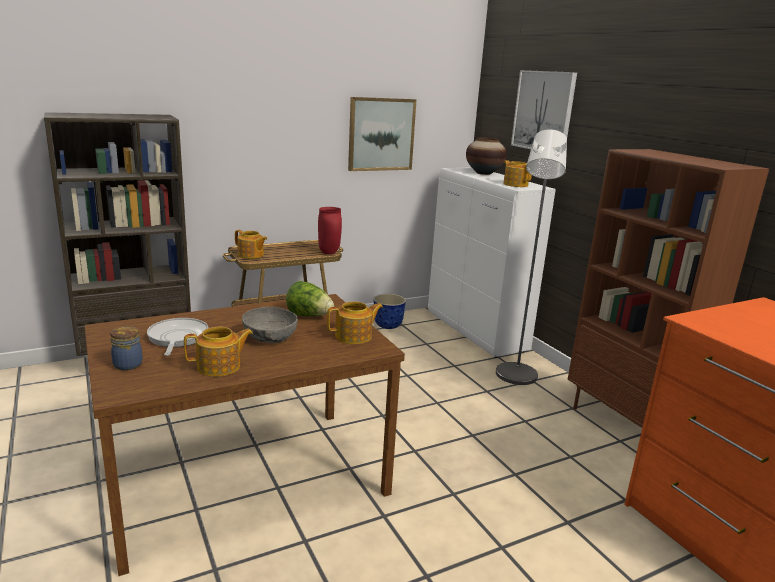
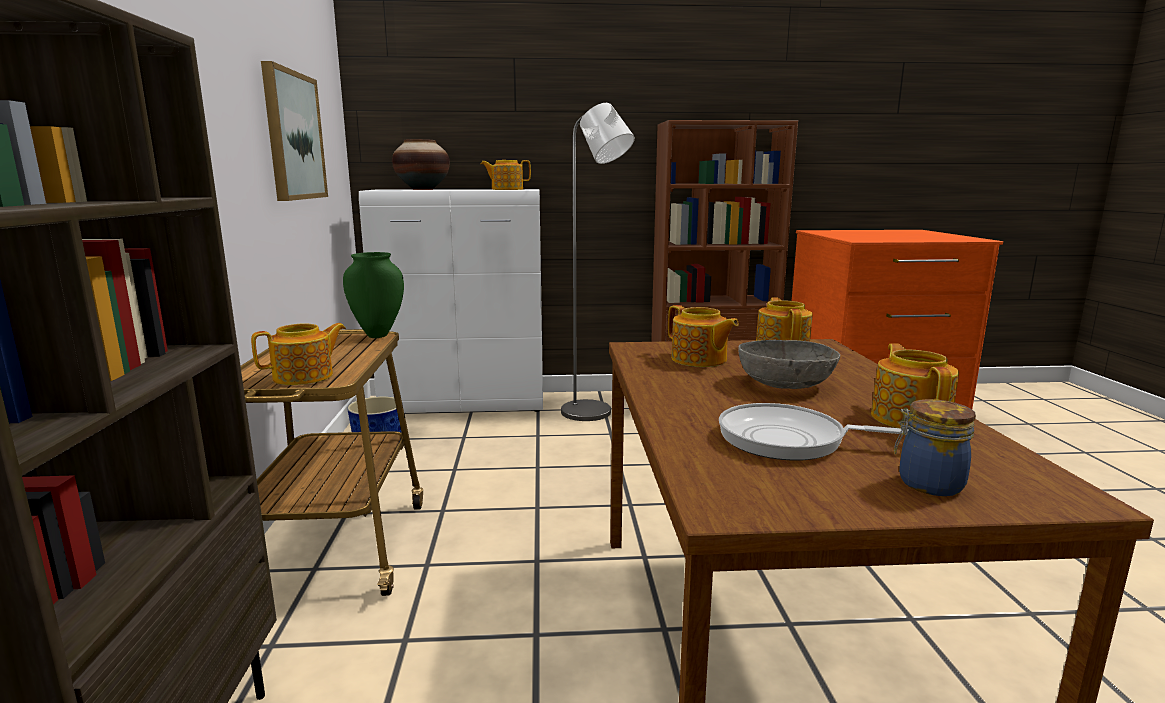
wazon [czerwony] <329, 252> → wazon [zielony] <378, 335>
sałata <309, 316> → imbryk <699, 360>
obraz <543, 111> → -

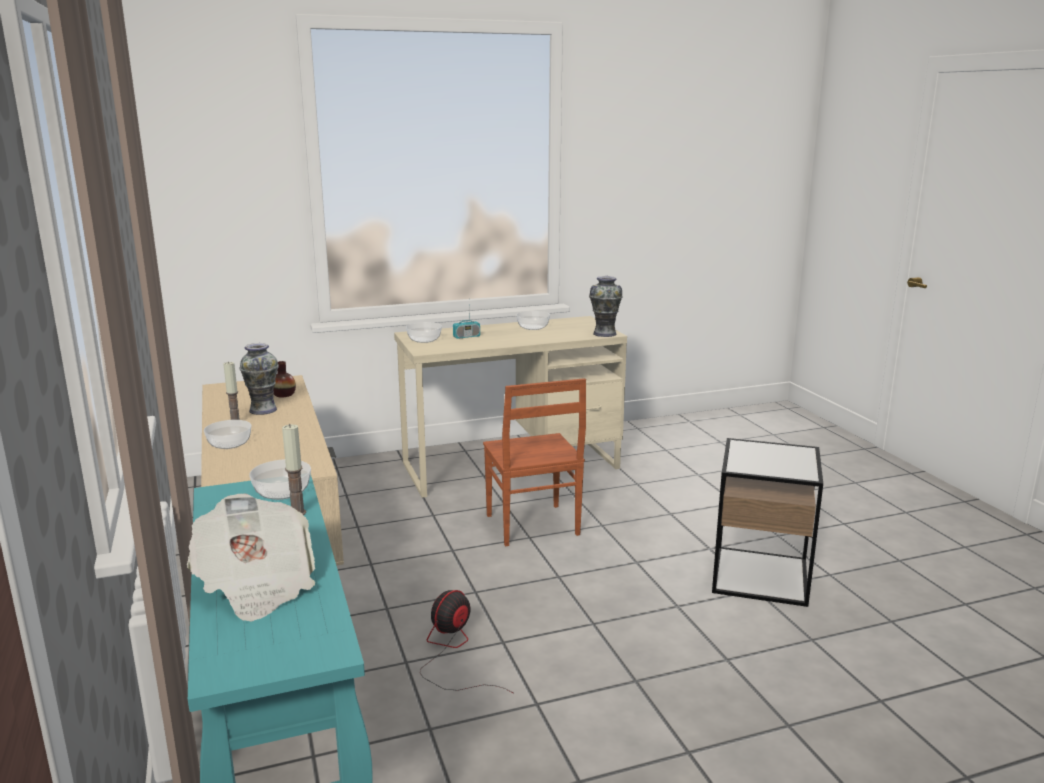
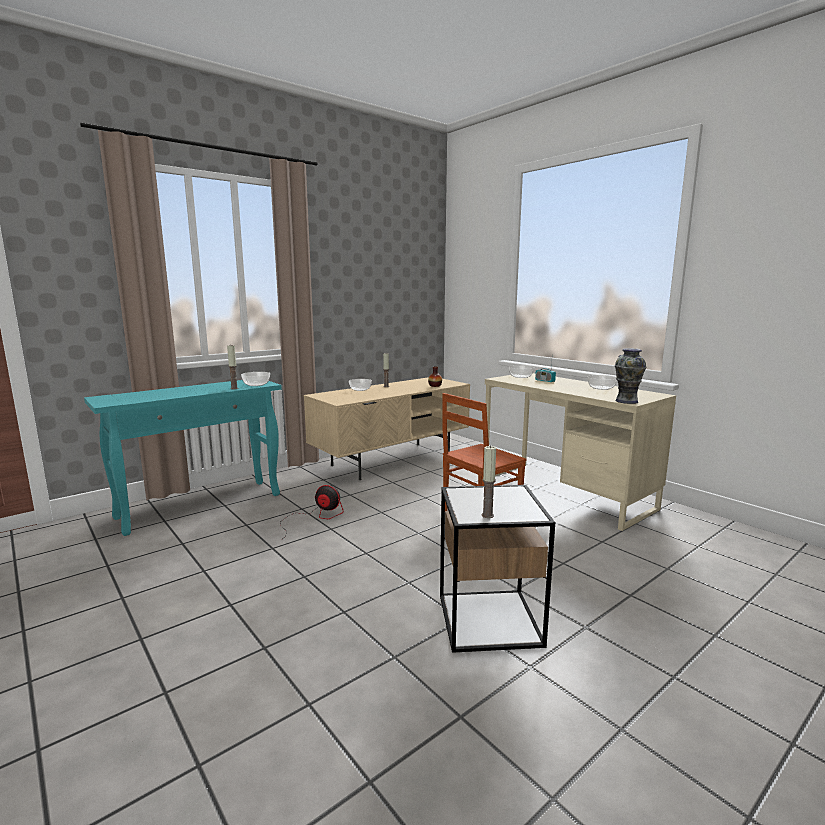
- → świeca <487, 515>
gazeta <256, 585> → -
wazon <262, 410> → -

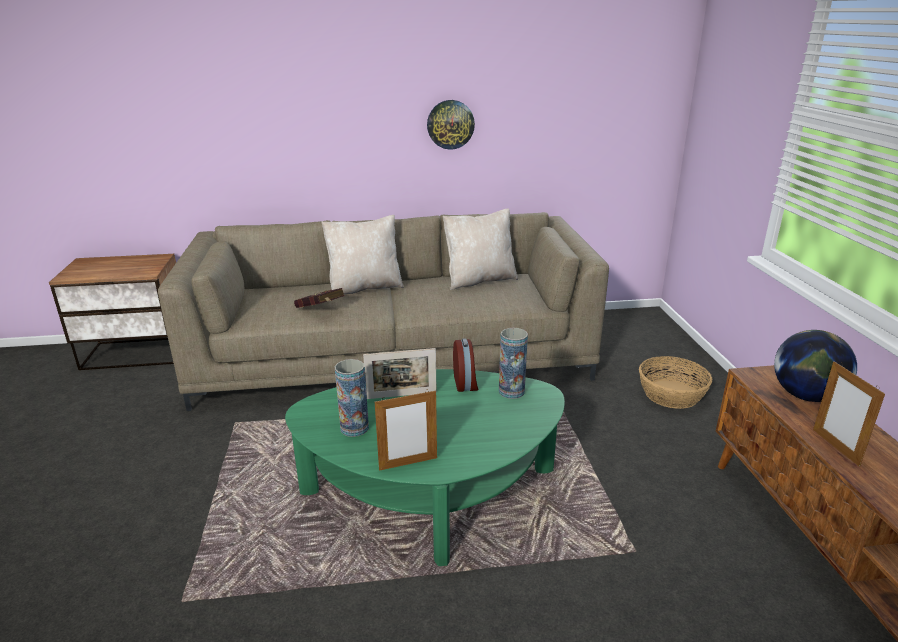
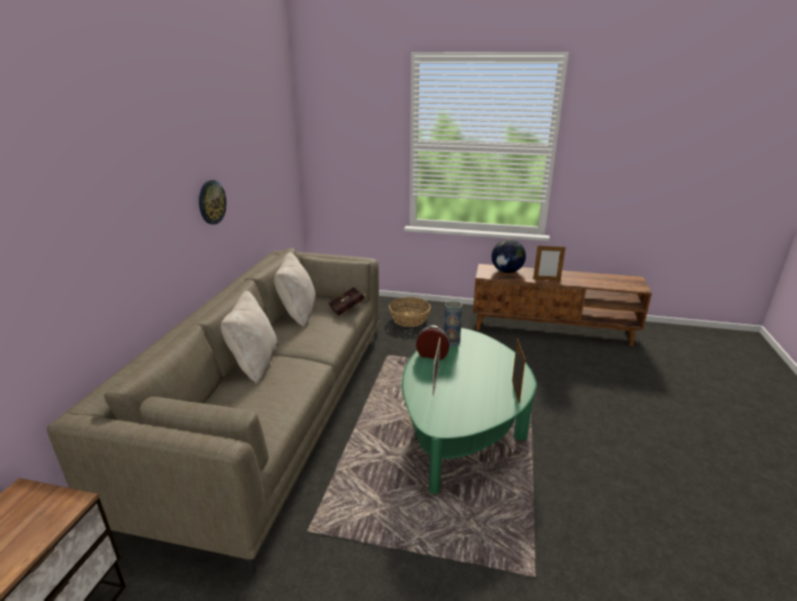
książka [czerwony] <321, 310> → książka [czerwony] <348, 309>, move
wazon <354, 428> → -

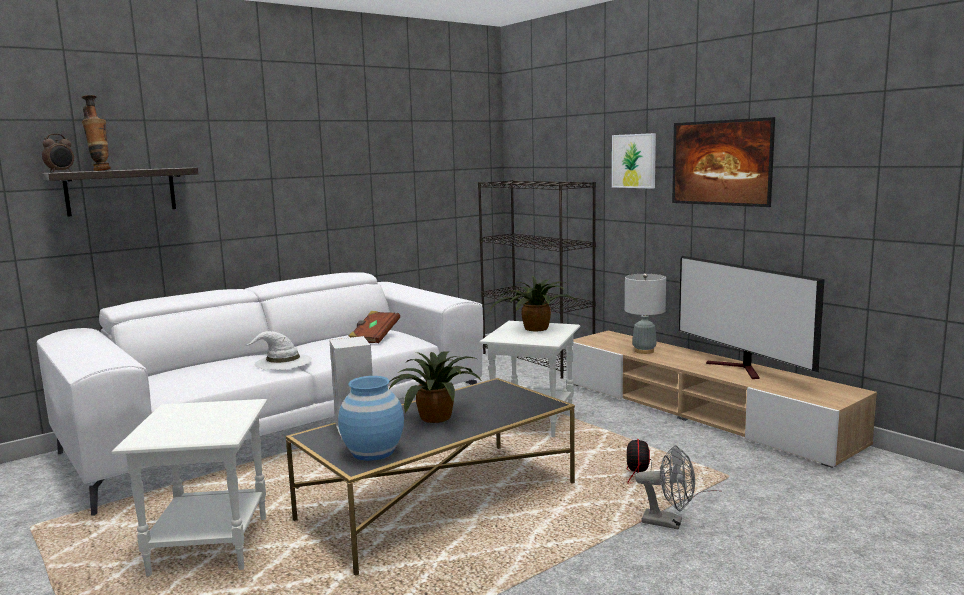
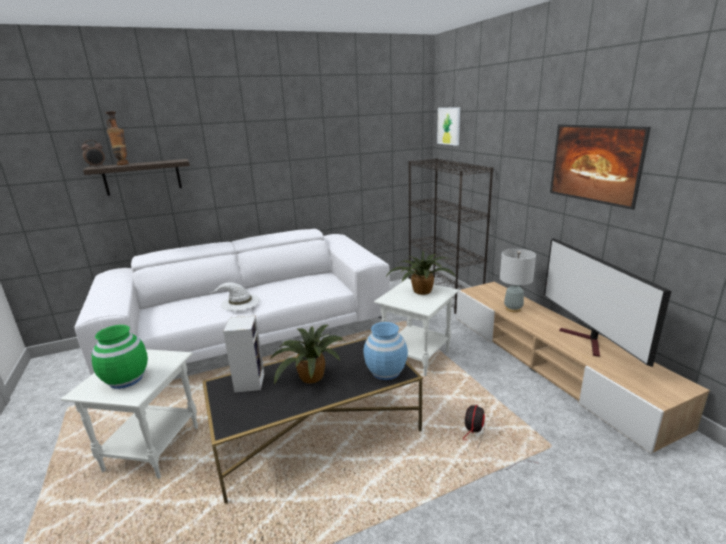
- → wazon [zielony] <126, 379>
wazon [niebieski] <373, 452> → wazon [niebieski] <386, 372>, move
obraz <634, 161> → obraz <449, 126>, move
książka [brązowy] <374, 337> → -
wentylator [szary] <668, 522> → -

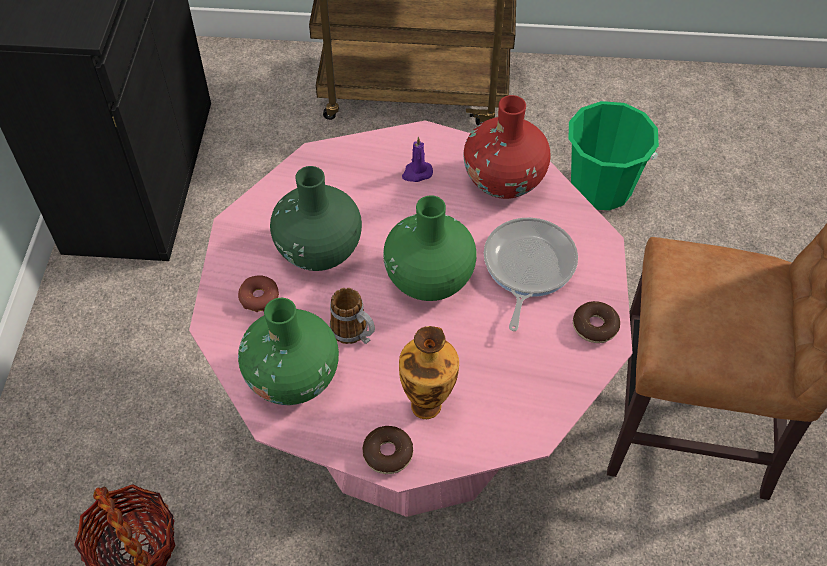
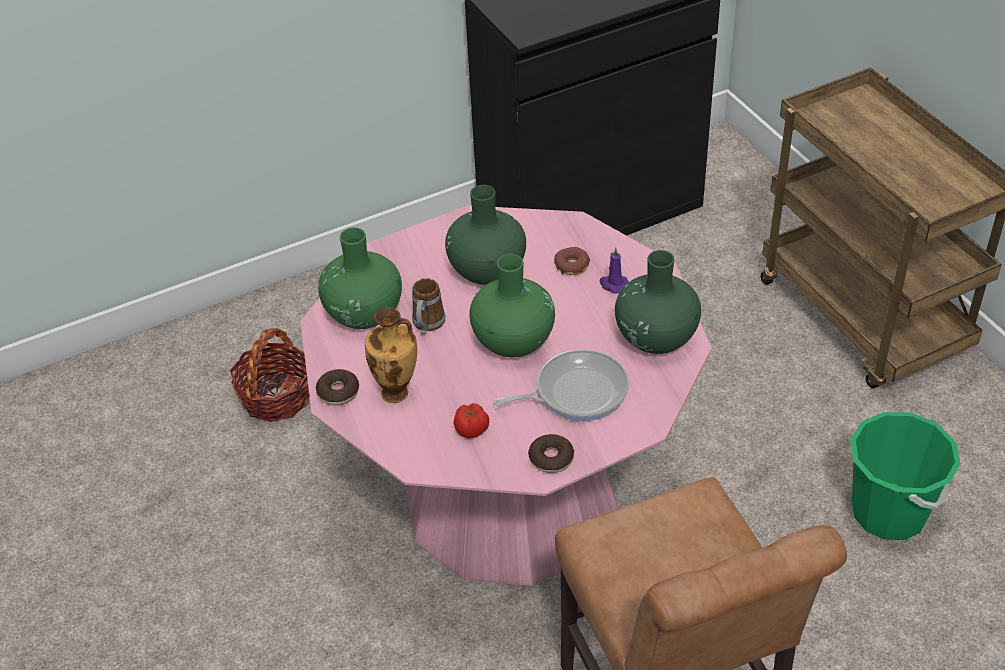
- → pomidor <472, 430>
donut <259, 297> → donut <572, 265>, move
wazon [czerwony] <504, 180> → wazon [zielony] <656, 337>

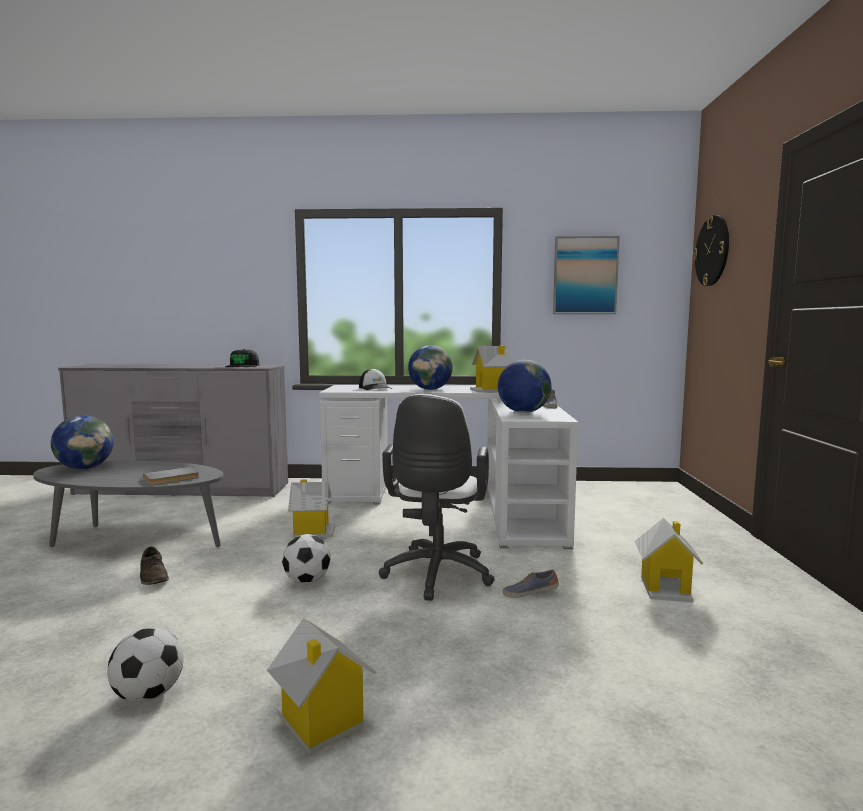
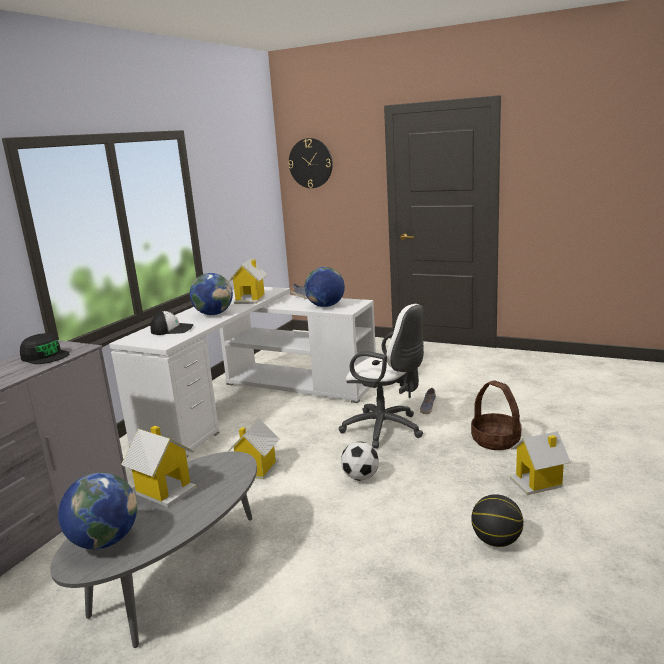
domek <666, 588> → domek <165, 490>, move
- → koszyk <496, 440>
piłka futbolowa <148, 695> → piłka do koszykówki <496, 541>
but [brązowy] <154, 576> → -
książka [szary] <172, 478> → -
obraz <585, 275> → -

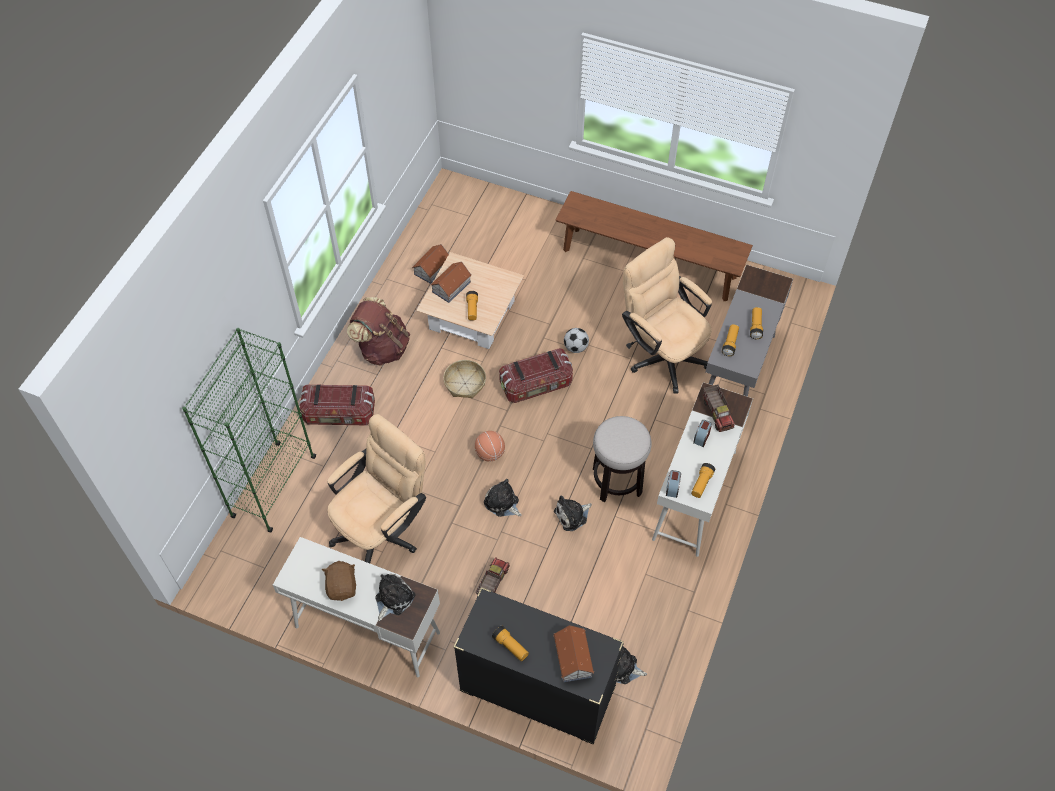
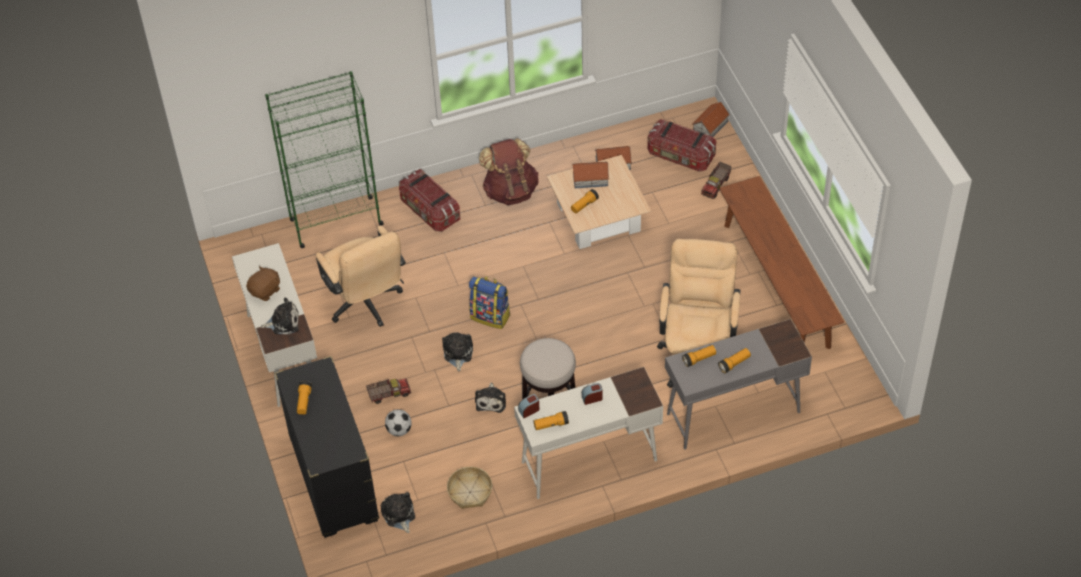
krzesło biurowe [beżowy] <383, 529> → krzesło biurowe [beżowy] <366, 304>, 60 degrees clockwise
piłka futbolowa <576, 347> → piłka futbolowa <399, 430>, move
koszyk <464, 383> → koszyk <470, 492>, move
piłka do koszykówki <490, 453> → plecak <491, 316>
pluszak <572, 515> → pluszak <491, 400>, 105 degrees counterclockwise
pojemnik do przechowywania <536, 385> → pojemnik do przechowywania <680, 156>, move
domek <573, 658> → domek <710, 126>, move
ciężarówka zabawkowa <717, 413> → ciężarówka zabawkowa <716, 186>, move

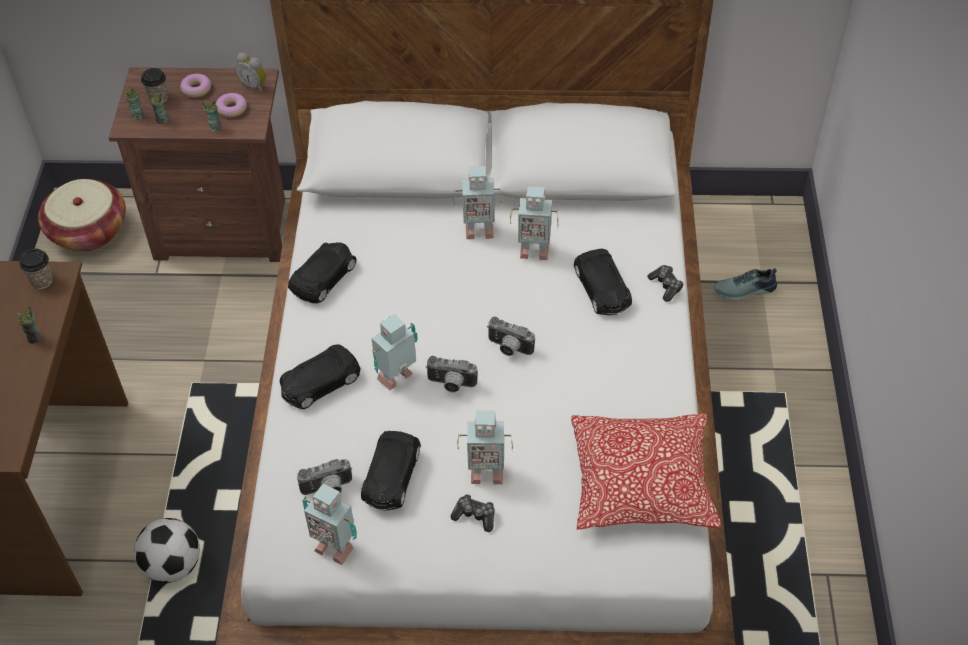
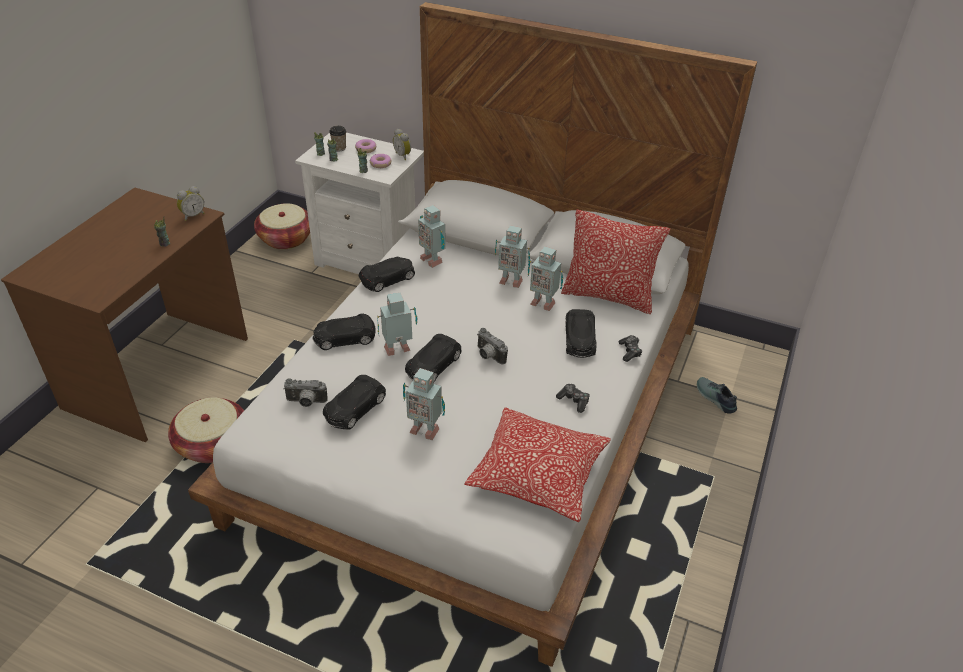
piłka futbolowa <173, 566> → koszyk <213, 444>
filiżanka <42, 281> → budzik <193, 215>
szafka nocna [brązowy] <226, 228> → szafka nocna [biały] <370, 260>
aparat fotograficzny <451, 385> → samochodzik [czarny] <433, 365>
robot zabawkowy <334, 546> → robot zabawkowy <432, 259>, move
pad do gier <475, 516> → pad do gier <574, 401>, move
- → poduszka <608, 296>
but <745, 290> → but <714, 398>, 45 degrees clockwise

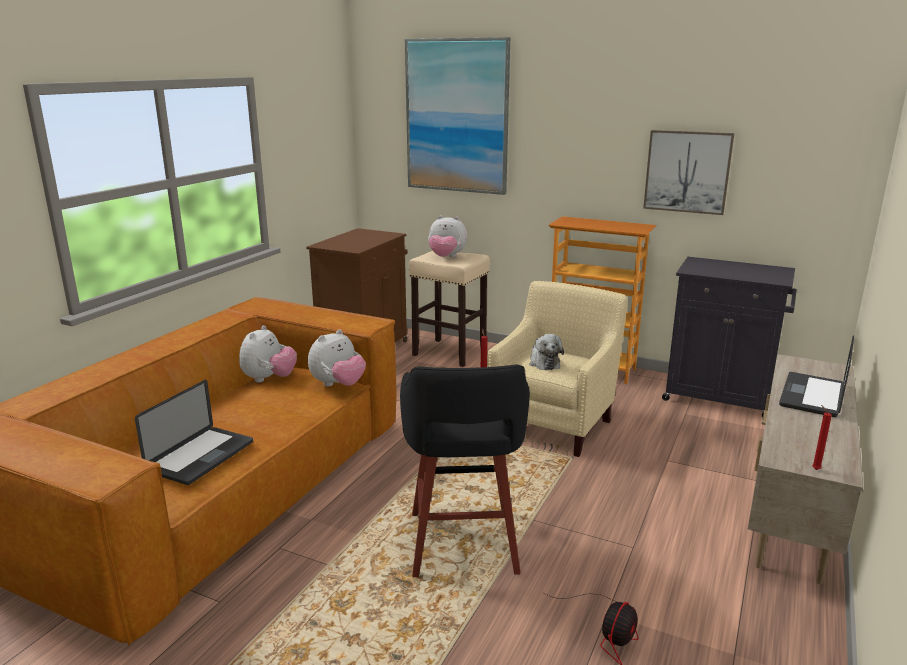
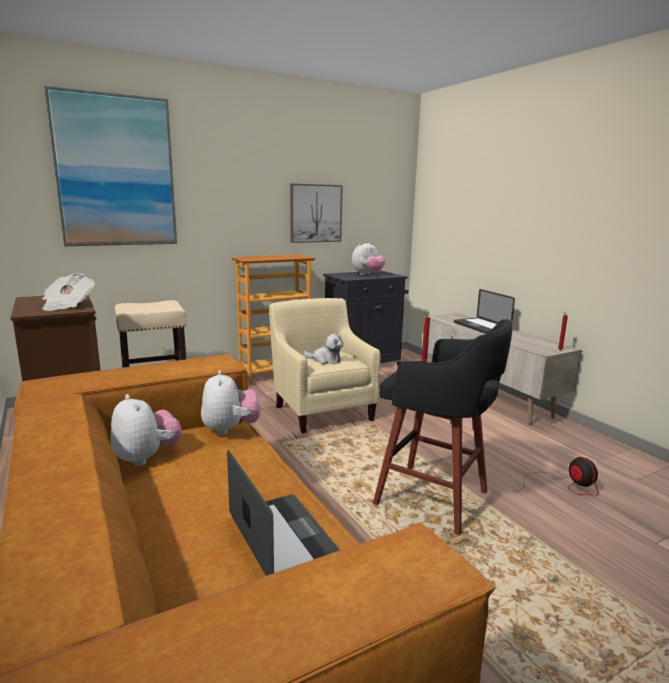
- → gazeta <67, 305>
pluszak <446, 257> → pluszak <367, 274>, move

